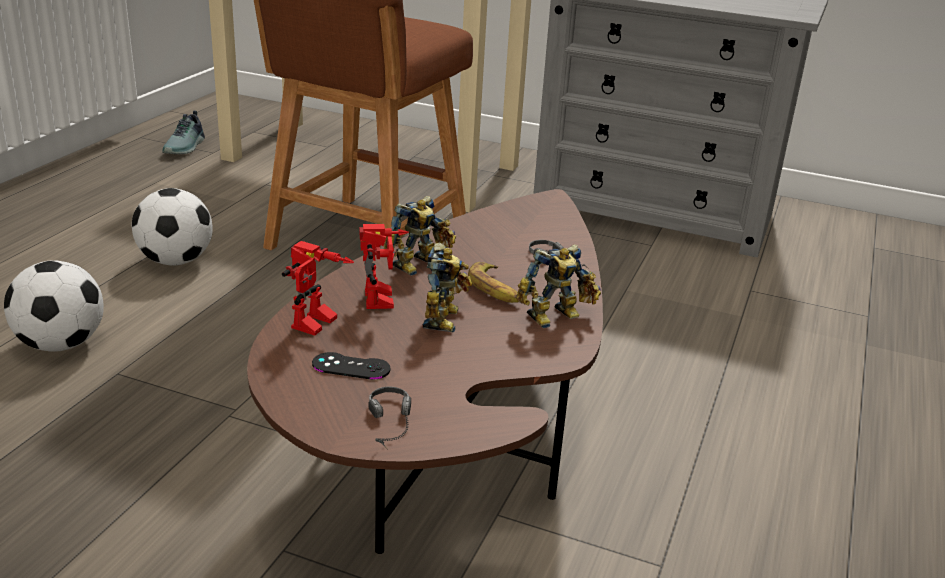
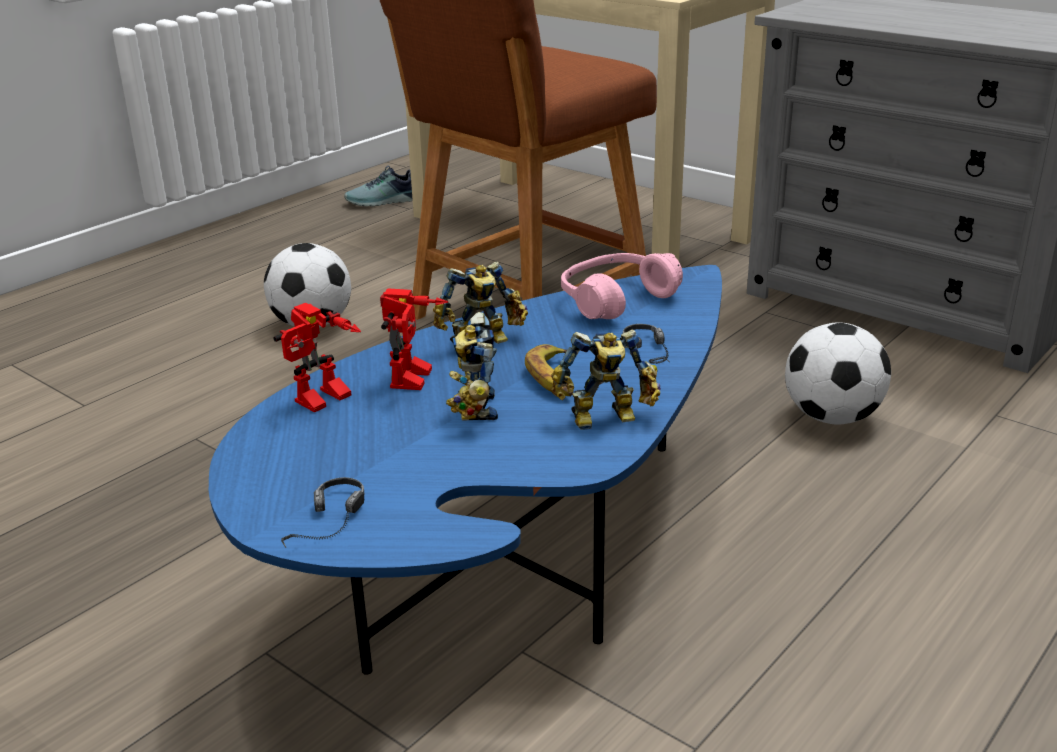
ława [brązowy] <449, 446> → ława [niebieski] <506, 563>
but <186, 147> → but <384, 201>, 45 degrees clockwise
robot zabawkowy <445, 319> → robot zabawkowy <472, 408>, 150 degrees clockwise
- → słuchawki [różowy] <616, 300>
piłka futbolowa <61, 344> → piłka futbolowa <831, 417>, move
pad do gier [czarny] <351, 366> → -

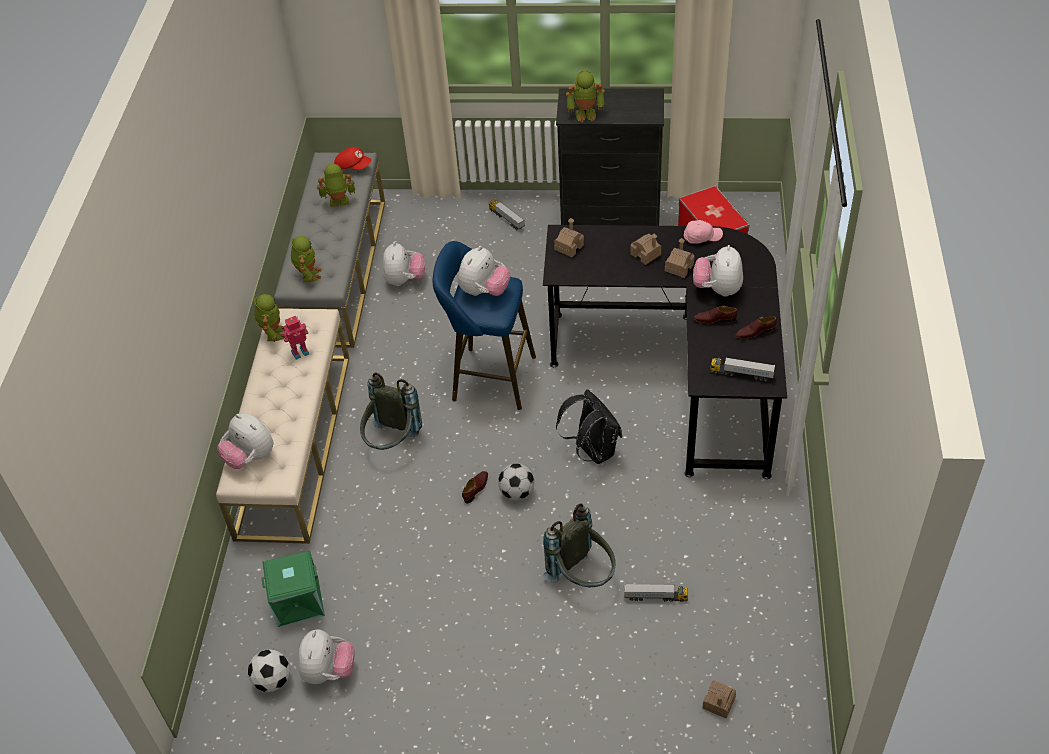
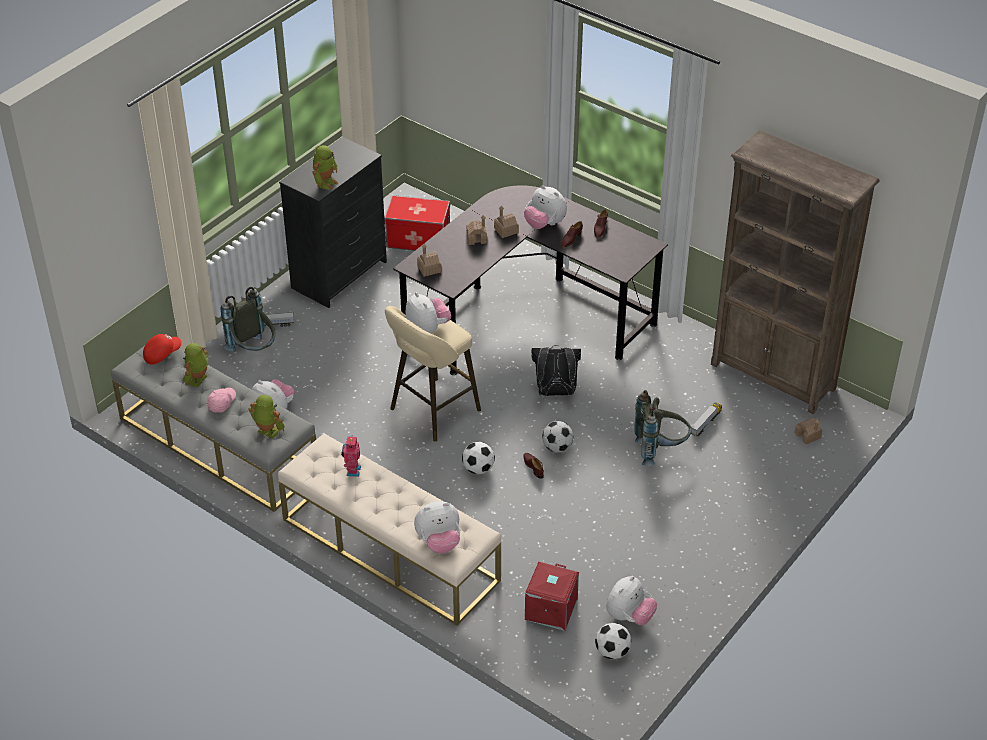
czapka z daszkiem [różowy] <702, 236> → czapka z daszkiem [różowy] <221, 402>, move
plecak [szary] <392, 443> → plecak [szary] <254, 351>, move
stołek [niebieski] <488, 377> → stołek [beżowy] <431, 412>
- → piłka futbolowa <478, 469>
pojemnik do przechowywania [zielony] <298, 600> → pojemnik do przechowywania [czerwony] <550, 609>
pluszak <328, 671> → pluszak <629, 616>, 90 degrees clockwise
- → regał [brązowy] <773, 377>
robot zabawkowy <273, 333> → -
ciężarówka zabawkowa <741, 374> → -

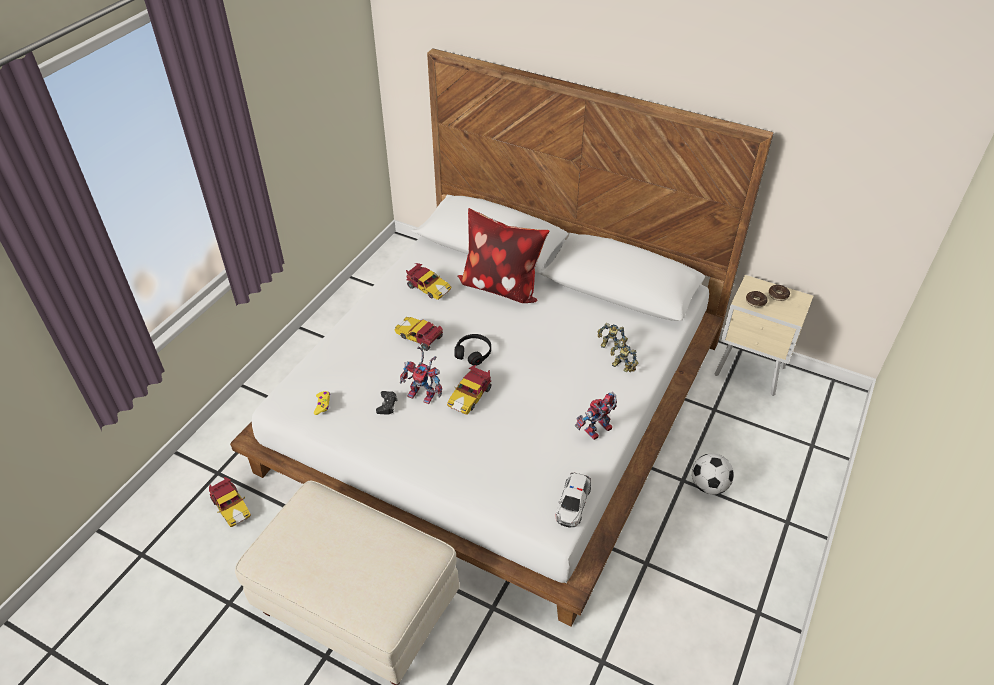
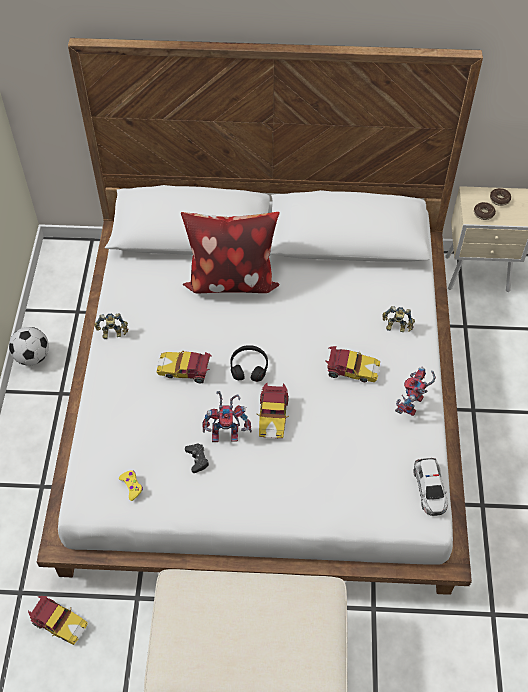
piłka futbolowa <709, 485> → piłka futbolowa <32, 356>, move
robot zabawkowy <610, 346> → robot zabawkowy <113, 334>, move
samochodzik <428, 288> → samochodzik <350, 370>, move

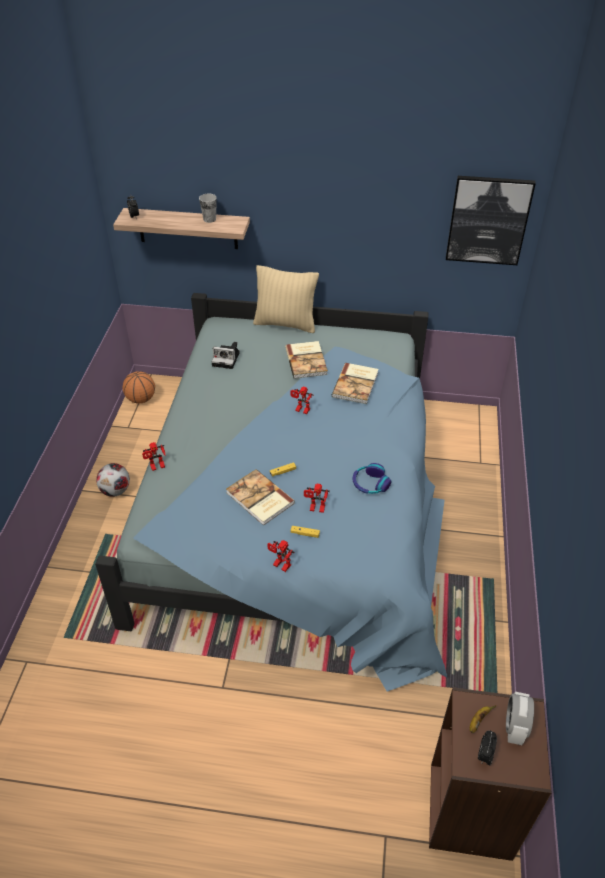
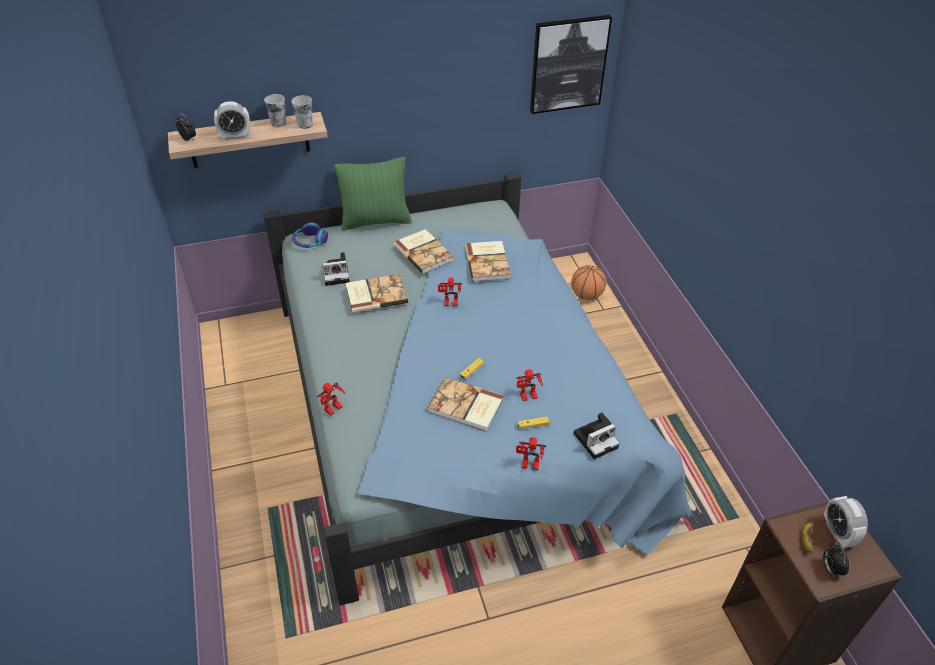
- → budzik <235, 136>
- → filiżanka <305, 124>
słuchawki <370, 484> → słuchawki <310, 241>, move
poduszka [beżowy] <285, 324> → poduszka [zielony] <375, 221>
- → książka <375, 294>
piłka do koszykówki <141, 399> → piłka do koszykówki <586, 295>, move
- → aparat fotograficzny <596, 439>
piłka futbolowa <116, 490> → -

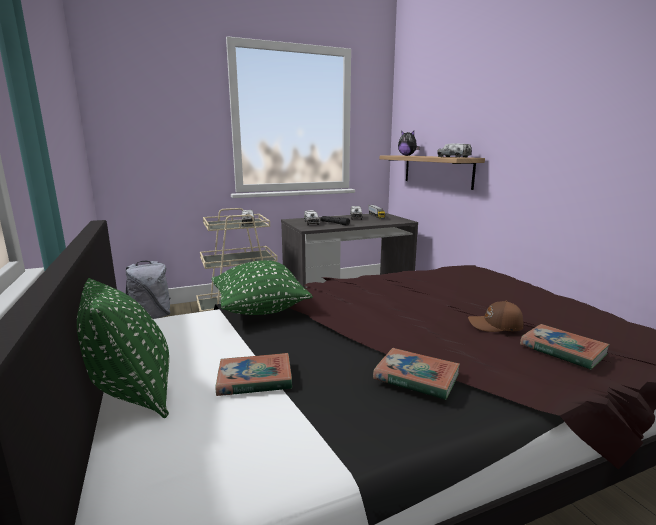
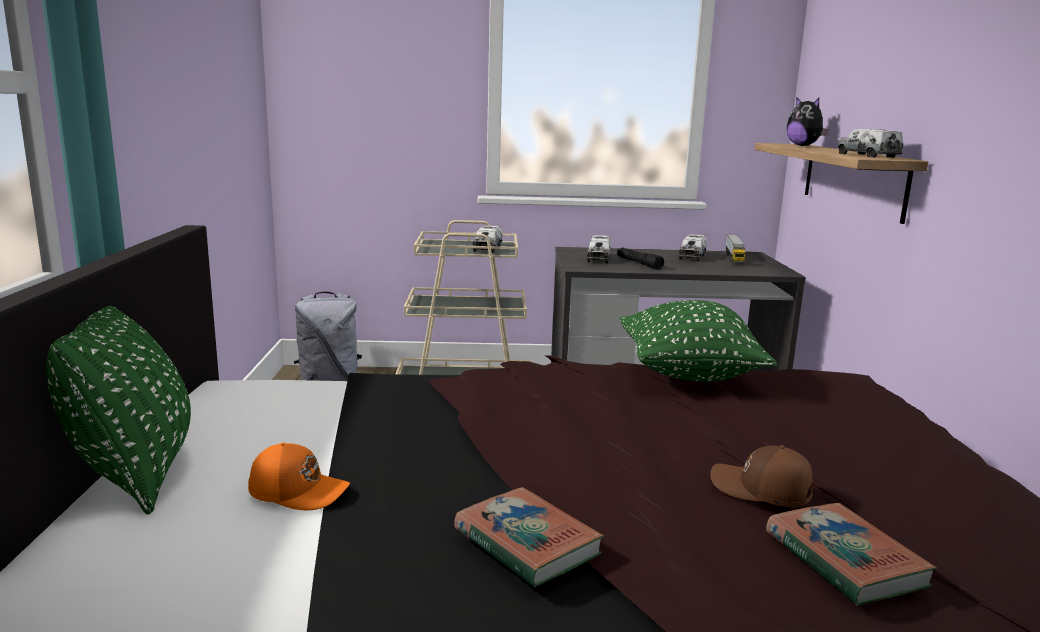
książka <255, 379> → czapka z daszkiem [pomarańczowy] <299, 491>
poduszka [zielony] <260, 309> → poduszka [zielony] <688, 374>, move

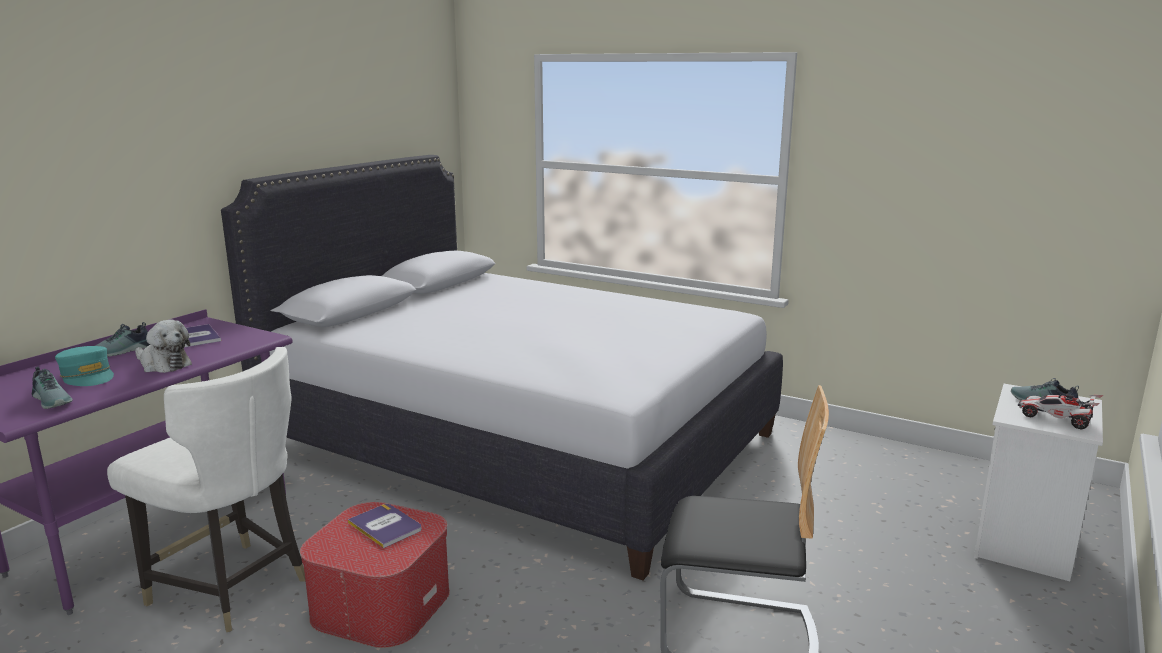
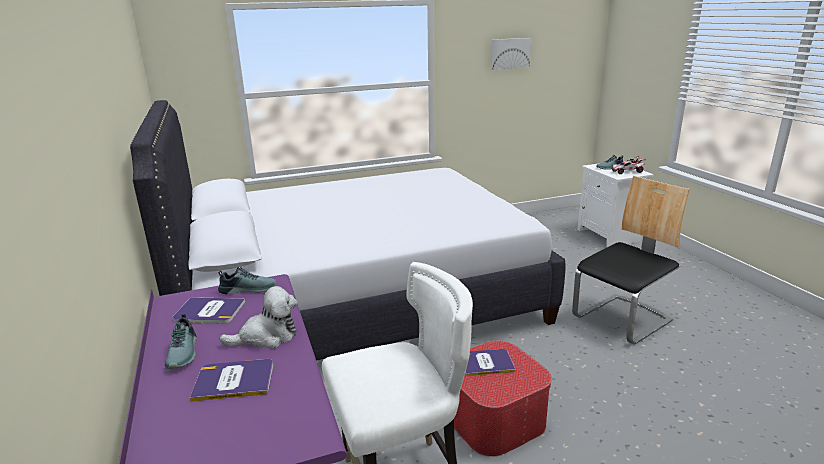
czapka z daszkiem [turkusowy] <88, 376> → książka <234, 380>
but <53, 400> → but <248, 289>, move
- → obraz <510, 53>

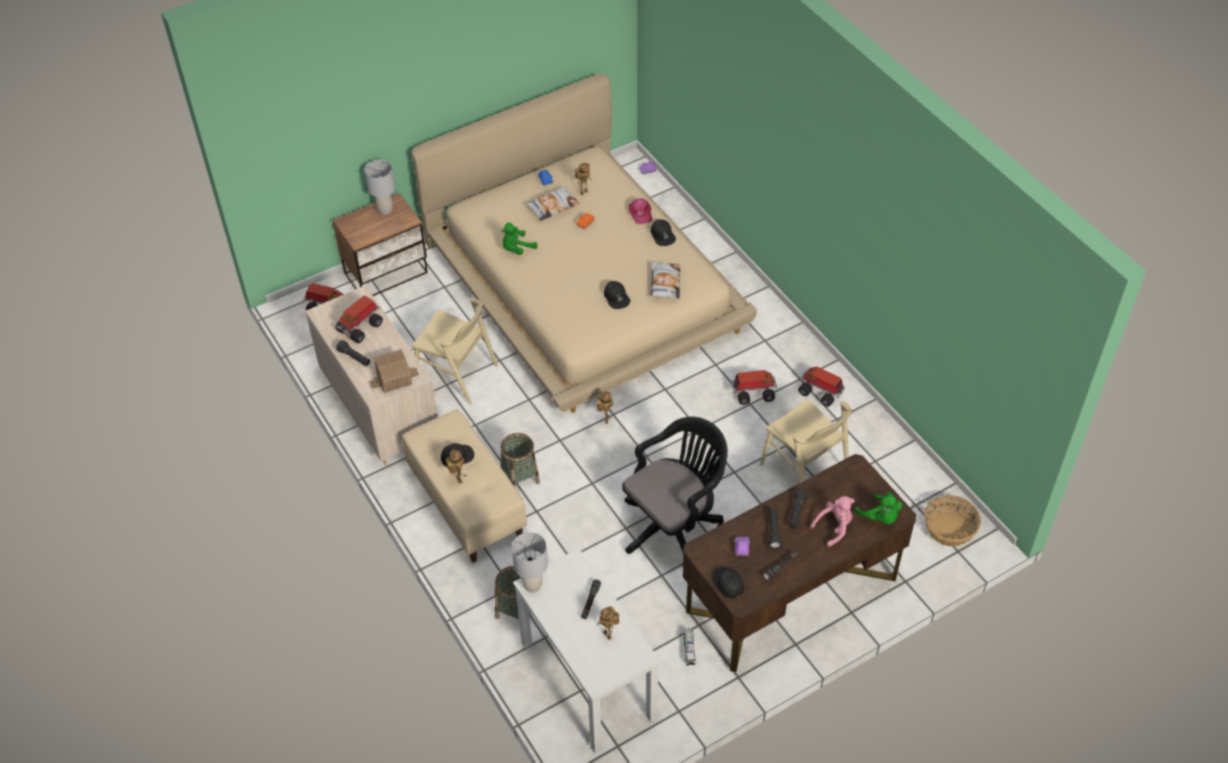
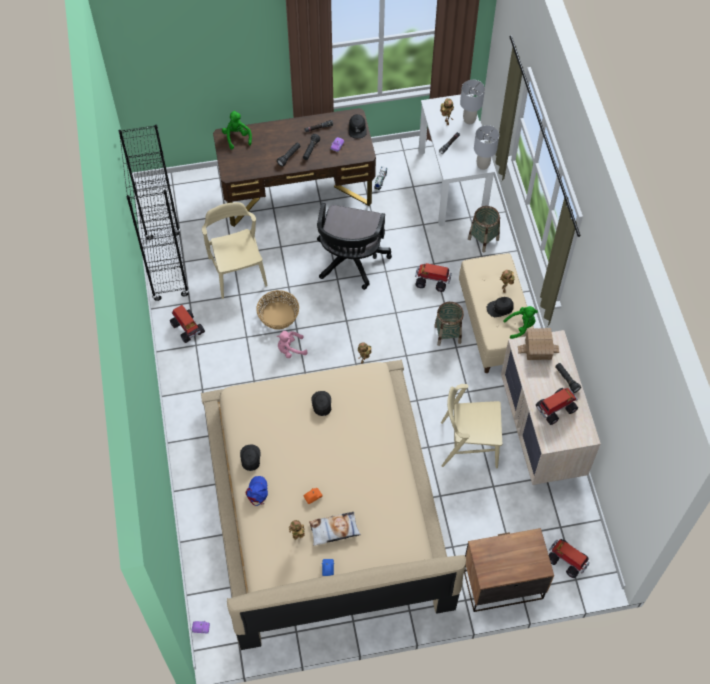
- → regał [czarny] <167, 266>
czapka z daszkiem [różowy] <640, 213> → czapka z daszkiem [niebieski] <257, 491>
koszyk <948, 529> → koszyk <278, 316>, move
pluszak [różowy] <834, 527> → pluszak [różowy] <290, 349>, move
krzesło biurowe [czarny] <674, 525> → krzesło biurowe [czarny] <350, 262>, 60 degrees counterclockwise
ciężarówka zabawkowa <753, 393> → ciężarówka zabawkowa <432, 281>, move
krzesło [beżowy] <457, 375> → krzesło [beżowy] <468, 444>, 45 degrees counterclockwise
lampa stołowa [szary] <385, 210> → lampa stołowa [szary] <469, 120>, move
pluszak [zielony] <517, 249> → pluszak [zielony] <521, 326>, move
poduszka <664, 283> → -

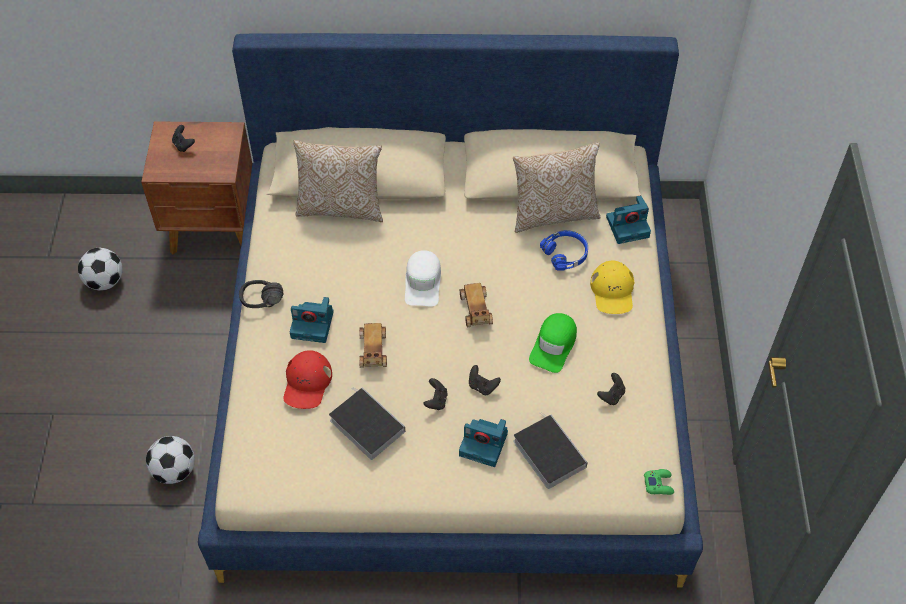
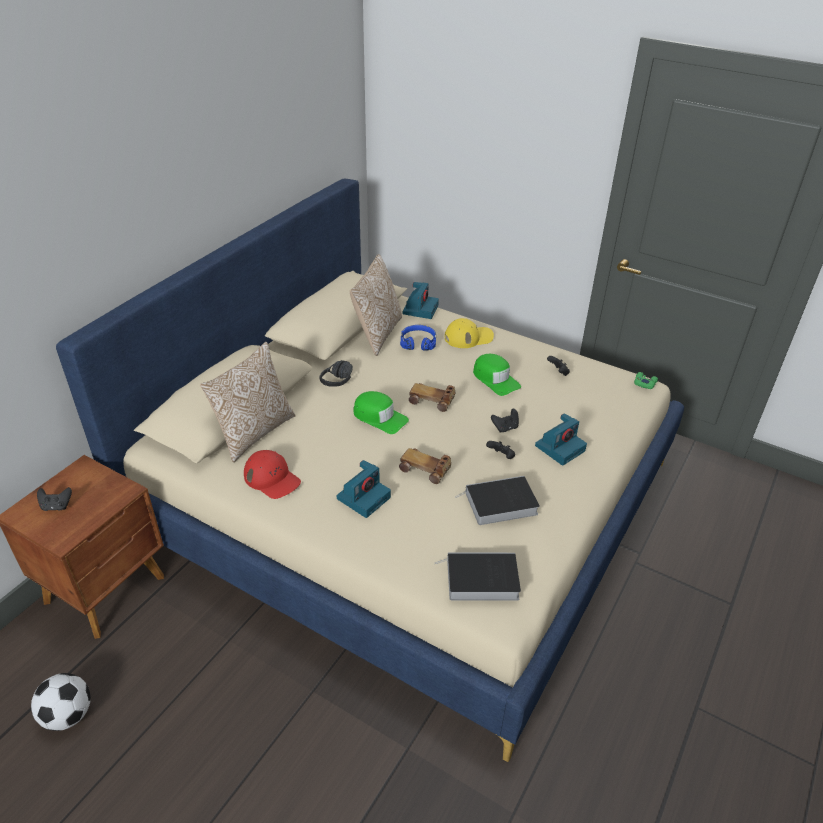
czapka z daszkiem [czerwony] <307, 383> → czapka z daszkiem [czerwony] <272, 478>, move
słuchawki [czarny] <262, 305> → słuchawki [czarny] <342, 382>, move
czapka z daszkiem [biały] <423, 282> → czapka z daszkiem [zielony] <379, 417>
książka <547, 452> → książka <480, 580>, move
czapka z daszkiem [żółty] <612, 291> → czapka z daszkiem [żółty] <468, 337>, 45 degrees counterclockwise
piłka futbolowa <174, 471> → -

